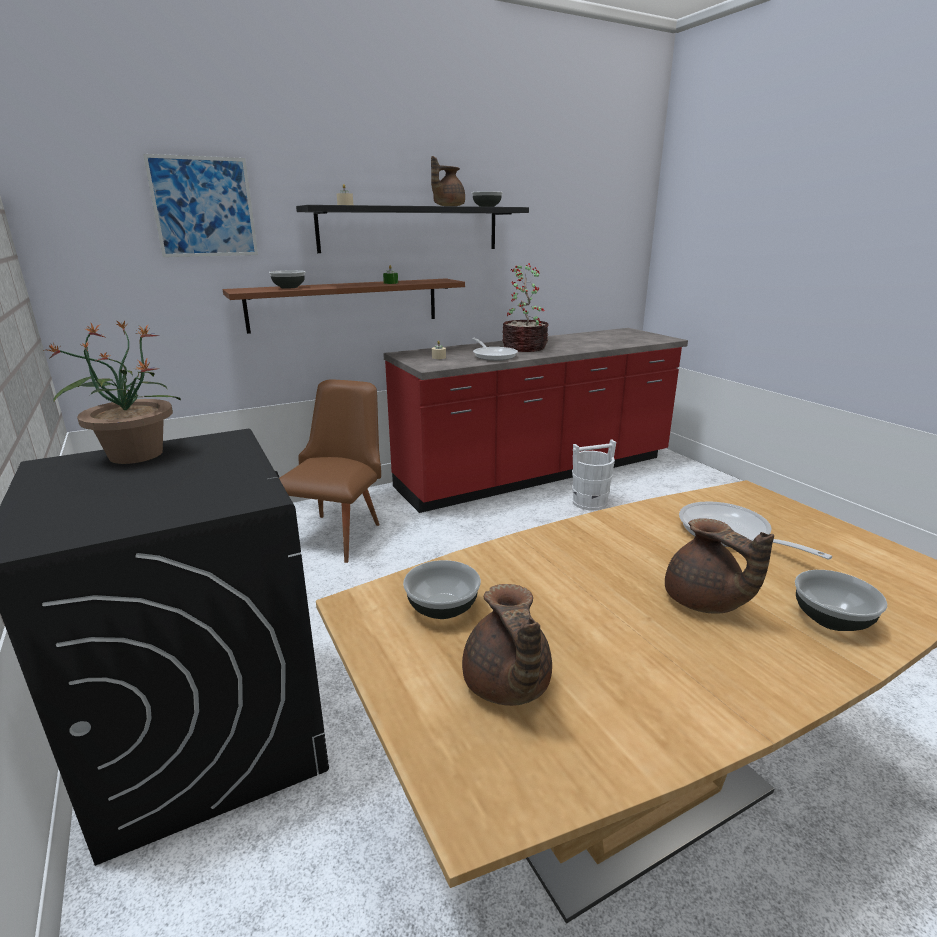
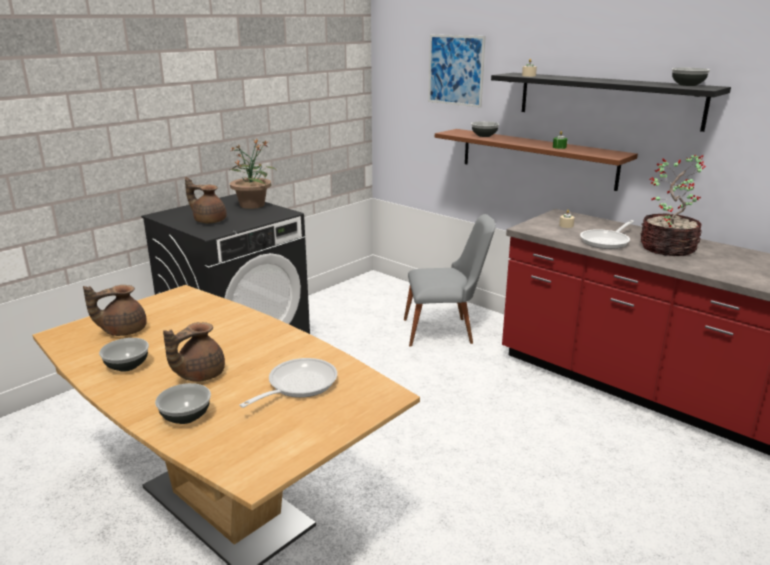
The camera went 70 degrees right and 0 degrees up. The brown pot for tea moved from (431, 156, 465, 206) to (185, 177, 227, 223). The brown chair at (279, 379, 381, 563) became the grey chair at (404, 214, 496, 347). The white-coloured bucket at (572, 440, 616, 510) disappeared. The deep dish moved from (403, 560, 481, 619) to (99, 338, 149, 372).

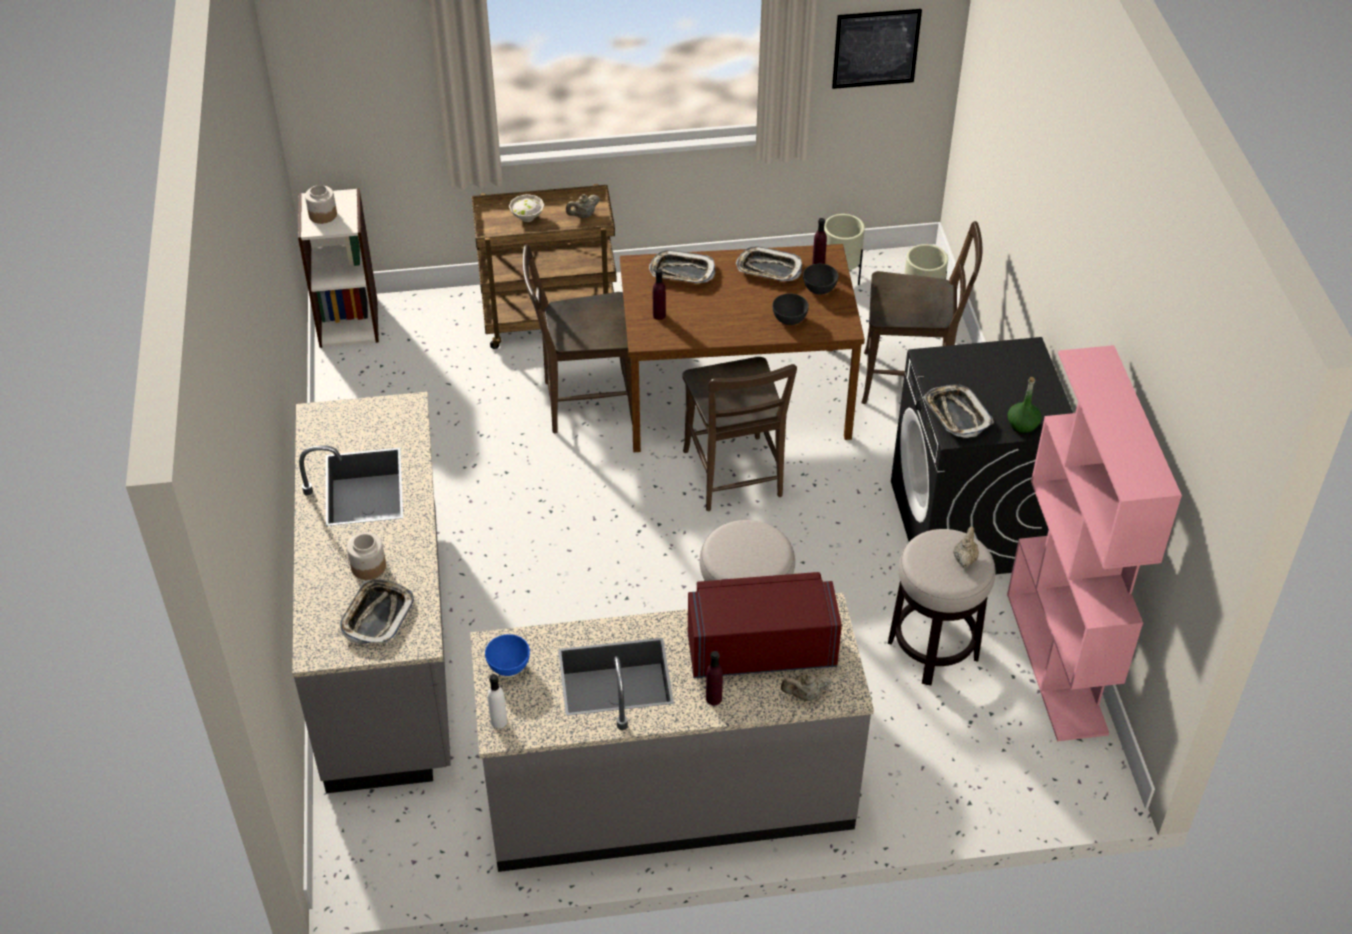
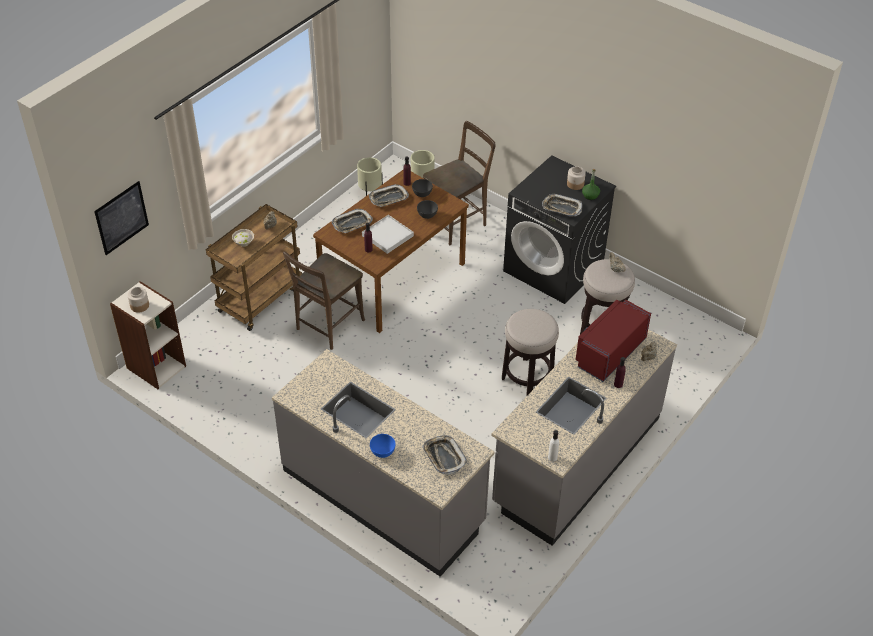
The camera went 45 degrees left and 0 degrees up. The wall art moved from (832, 9, 922, 89) to (94, 181, 149, 255). The pinkish bookcase at (1007, 345, 1182, 741) disappeared. The brown chair at (682, 357, 797, 511) disappeared. The preserve jar moved from (347, 533, 386, 580) to (567, 166, 586, 190). The blue deep dish moved from (485, 634, 530, 676) to (370, 434, 395, 458). The white-coloured serving tray at (362, 215, 414, 254) appeared.

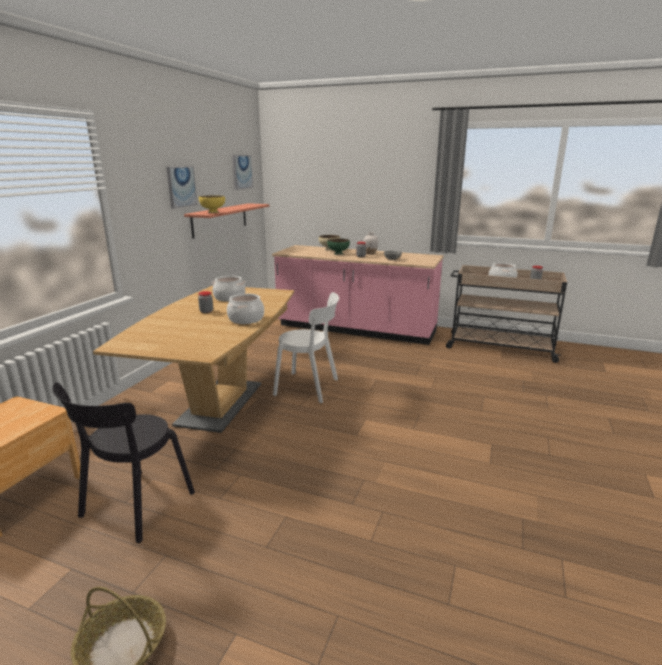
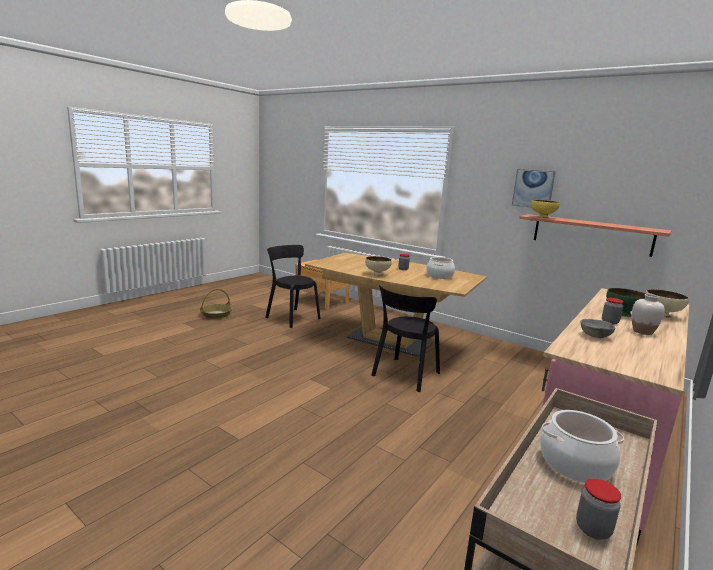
The camera went 105 degrees right and 5 degrees down. The wall art at (233, 155, 253, 190) disappeared. The white-coloured chair at (273, 292, 339, 403) became the black chair at (371, 285, 440, 392). The cooking pot at (227, 294, 264, 324) was replaced by the beige deep dish at (365, 256, 392, 276).

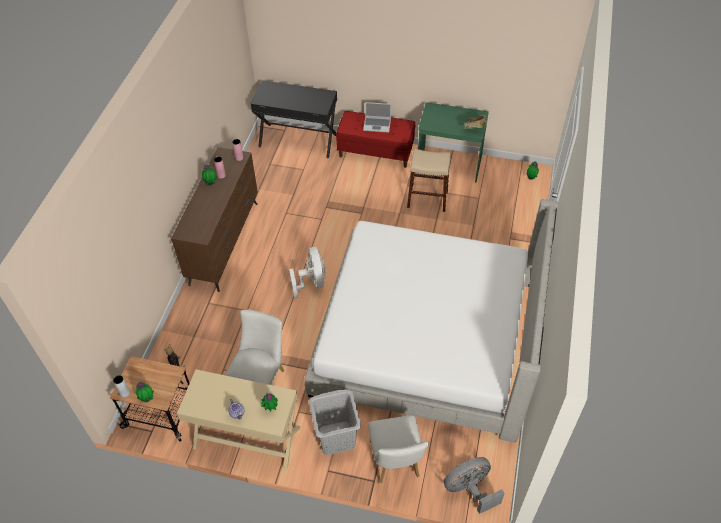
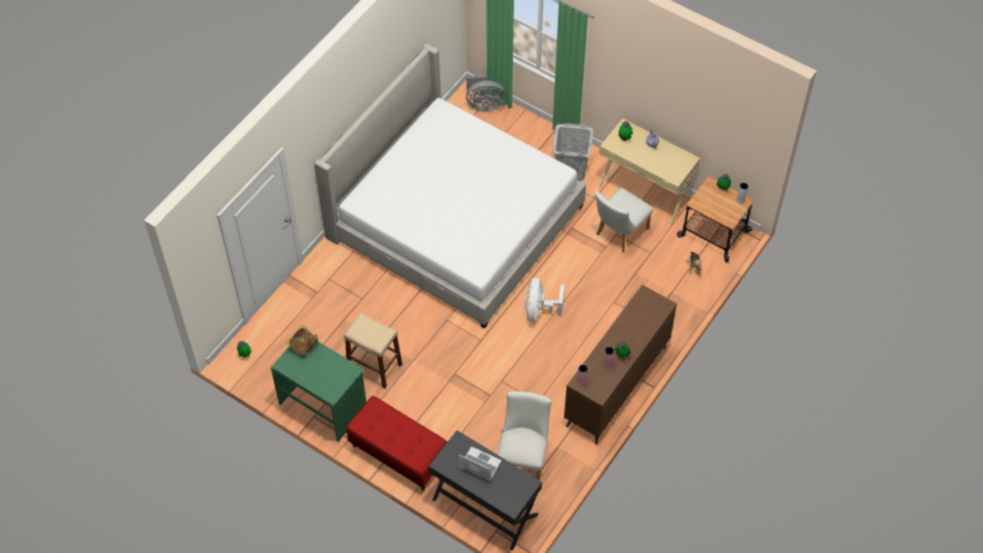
The camera went 160 degrees left and 5 degrees up. The notebook computer moved from (363, 102, 391, 132) to (459, 446, 502, 481). The white-coloured chair moved from (368, 415, 429, 483) to (497, 391, 552, 480).

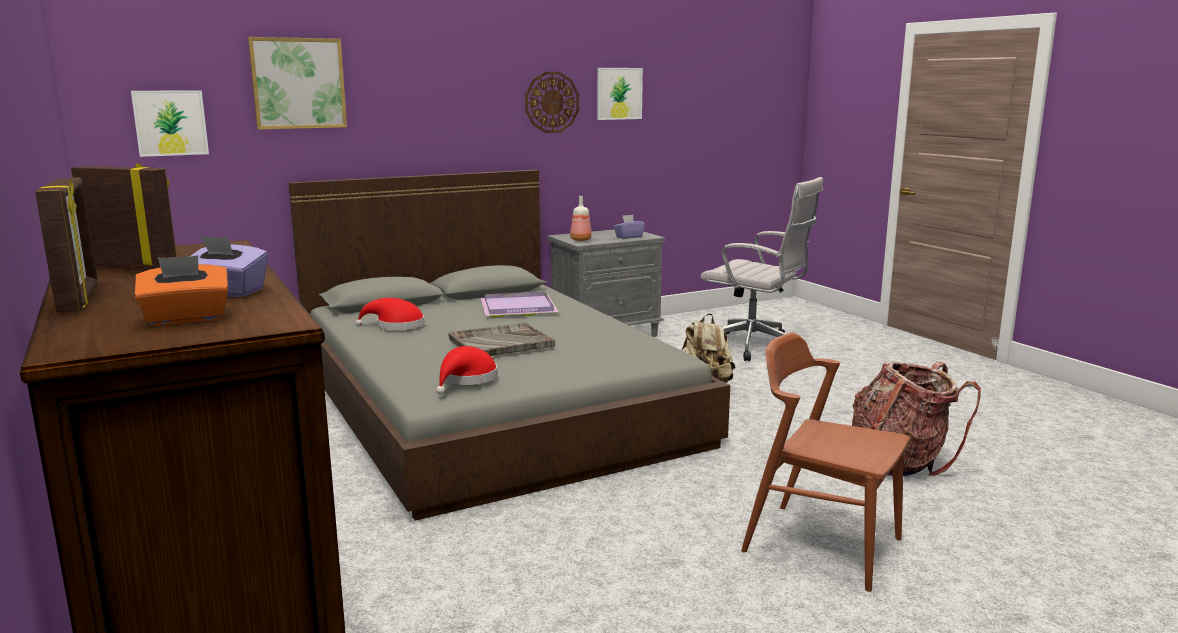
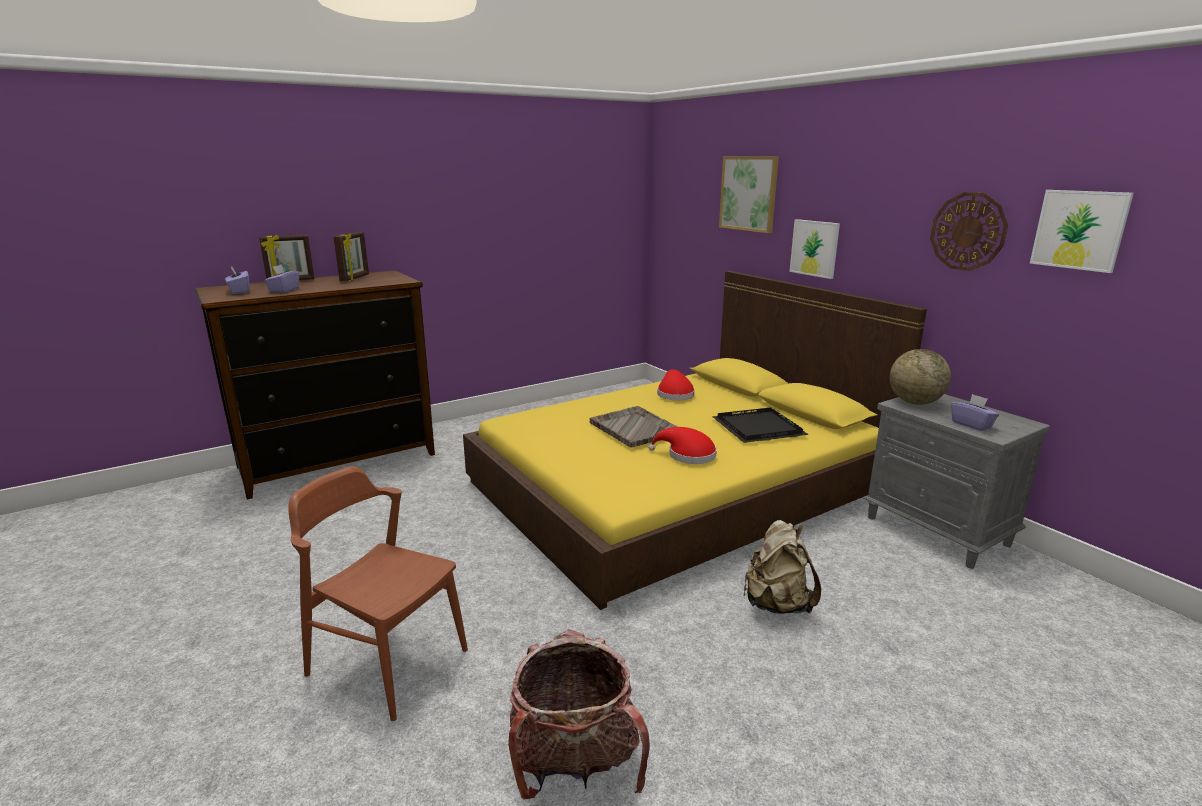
The camera went 85 degrees right and 5 degrees up. The wall art moved from (131, 90, 209, 157) to (789, 219, 840, 279). The grey bedroom bed at (288, 170, 730, 521) became the yellow bedroom bed at (463, 271, 927, 610). The white-coloured computer chair at (701, 177, 823, 361) disappeared. The bottle at (570, 196, 592, 241) was replaced by the world globe at (890, 349, 951, 405). The orange-coloured box of tissues at (135, 255, 228, 326) became the purple-coloured box of tissues at (225, 267, 250, 294). The purple-coloured serving tray at (480, 291, 559, 318) became the black serving tray at (712, 407, 809, 443). The brown chair at (741, 332, 909, 592) turned 90 degrees counterclockwise. The reddish wearable hat moved from (436, 346, 498, 395) to (648, 427, 717, 464).

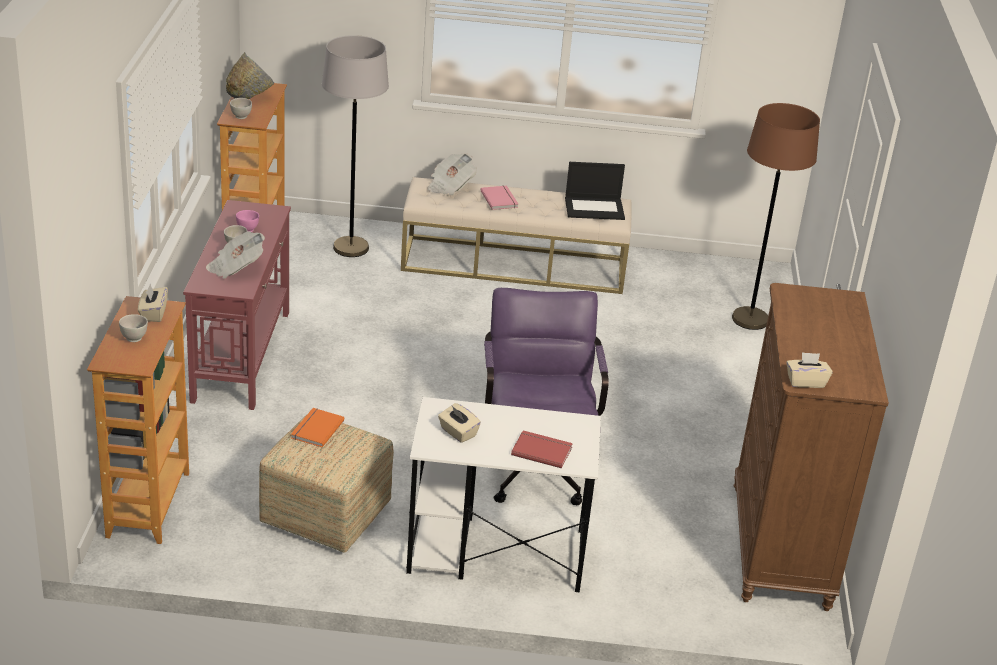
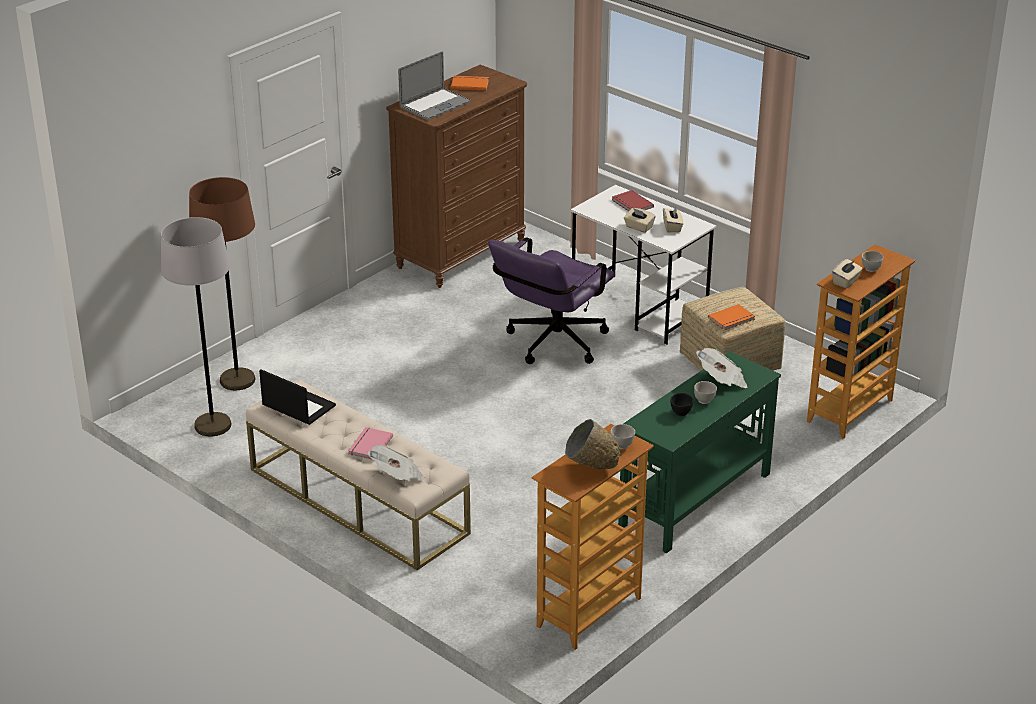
The camera went 140 degrees left and 0 degrees up. The grey standard lamp moved from (322, 35, 389, 257) to (161, 217, 231, 436). The reddish console table at (183, 200, 291, 410) became the greenish console table at (618, 351, 781, 553). The pinkish deep dish at (236, 210, 259, 232) became the black deep dish at (670, 393, 693, 416). The beige box of tissues moved from (786, 352, 833, 388) to (624, 208, 656, 233). The notebook computer at (398, 51, 471, 120) appeared. The orange-coloured volume at (451, 76, 489, 91) appeared.

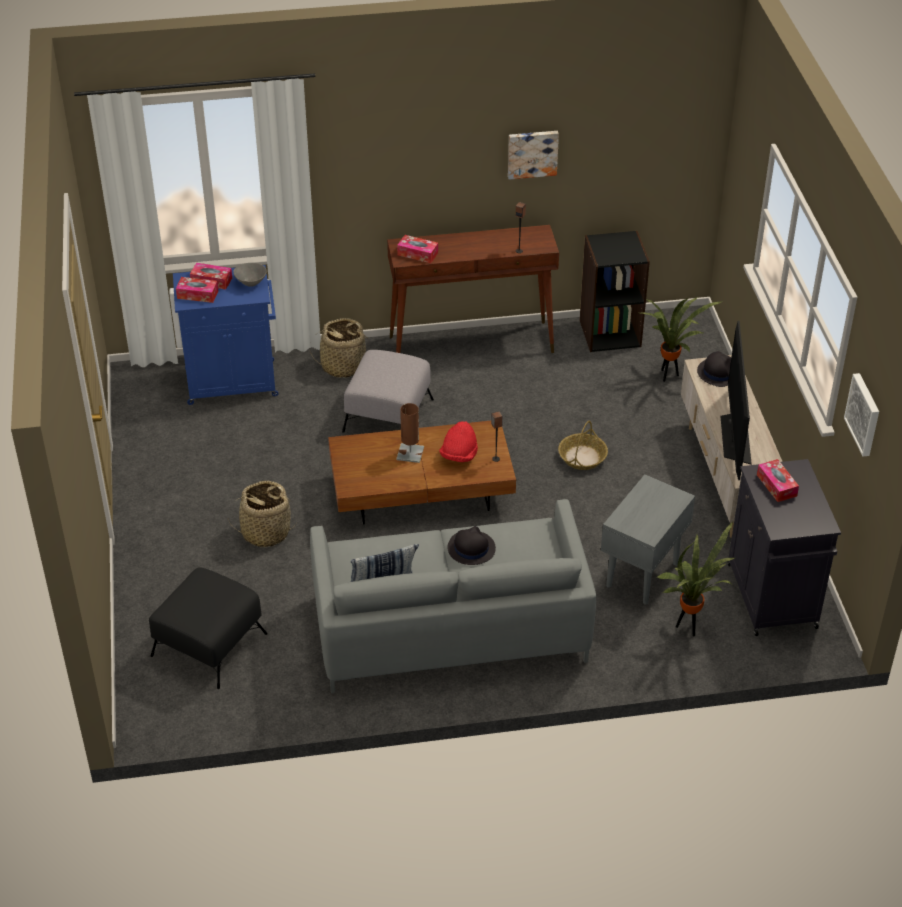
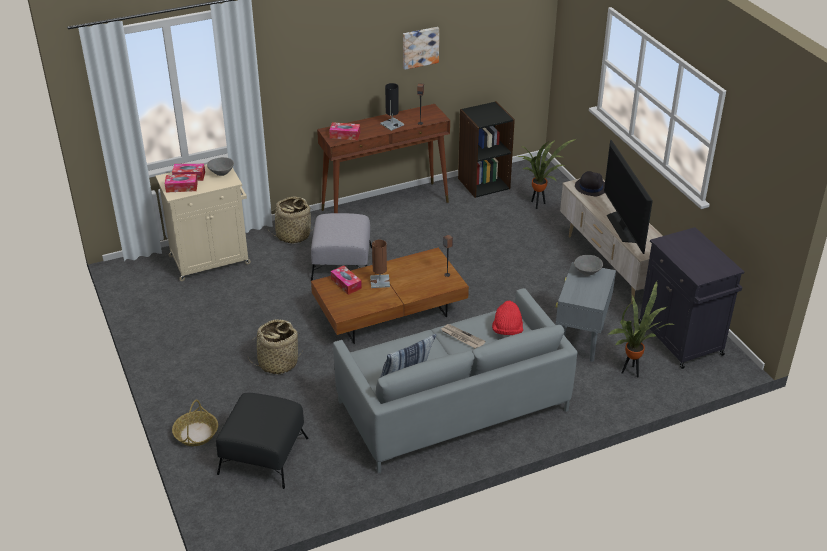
The camera went 15 degrees left and 5 degrees down. The blue cupboard at (173, 265, 278, 405) became the beige cupboard at (155, 164, 251, 281). The wall art at (844, 373, 879, 456) disappeared. The reddish wearable hat moved from (439, 421, 478, 462) to (492, 301, 523, 335). The basket moved from (558, 421, 608, 470) to (172, 400, 218, 446). The box of tissues moved from (757, 459, 799, 502) to (331, 266, 362, 295). The black wearable hat at (447, 526, 496, 565) was replaced by the daily paper at (441, 324, 486, 348). The black lamp for a table at (380, 83, 404, 131) appeared. The grey deep dish at (574, 255, 603, 276) appeared.

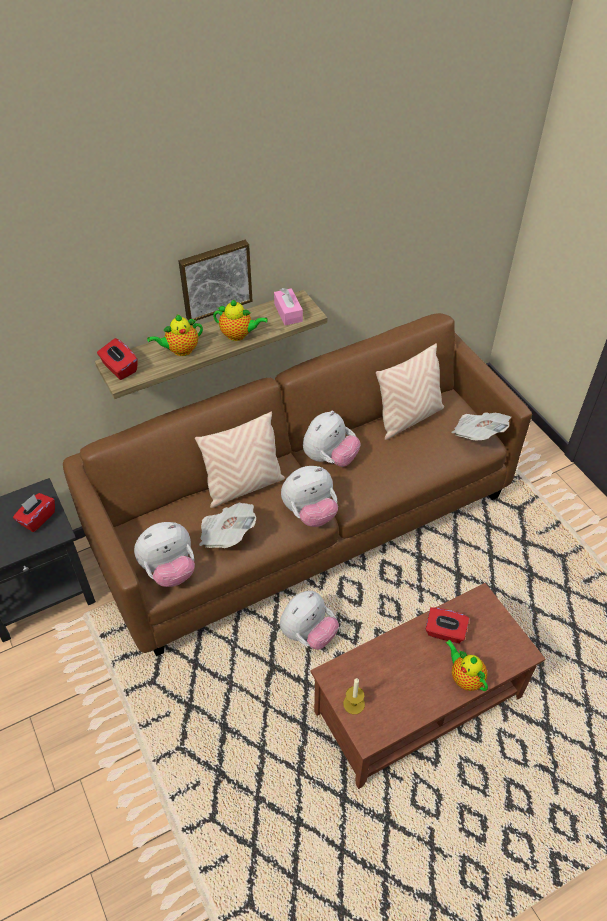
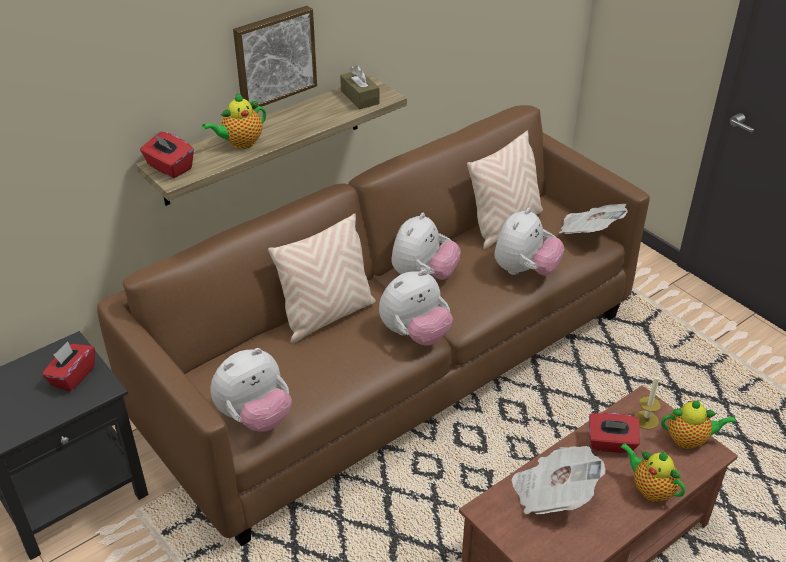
The camera went 10 degrees left and 10 degrees down. The pinkish box of tissues at (274, 288, 303, 325) became the brown box of tissues at (340, 65, 380, 109). The pot for tea moved from (213, 299, 268, 341) to (661, 400, 737, 449). The daily paper moved from (200, 502, 256, 548) to (511, 446, 605, 514). The cuddly toy moved from (280, 591, 339, 650) to (494, 208, 564, 276). The candle moved from (343, 678, 365, 714) to (634, 374, 661, 430).

